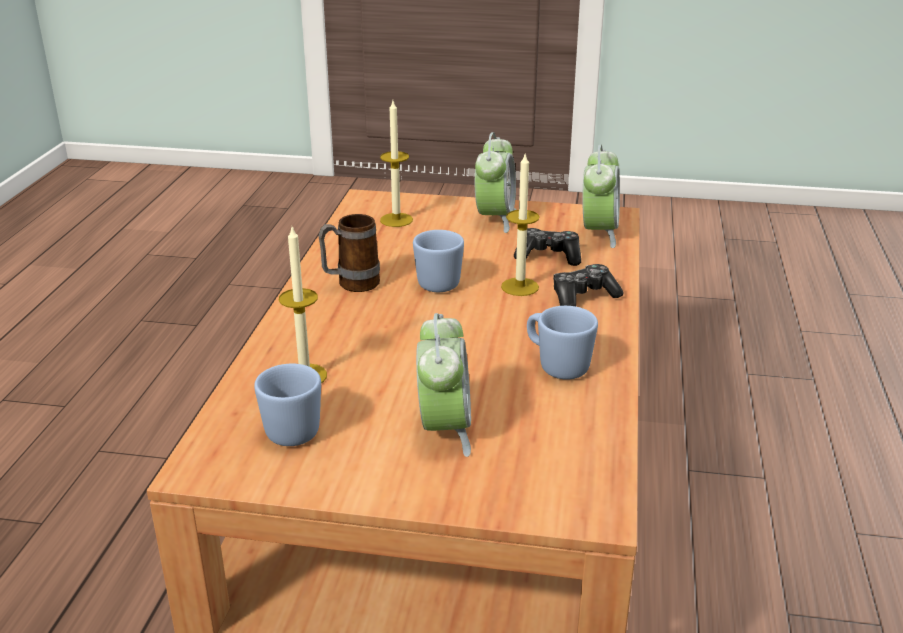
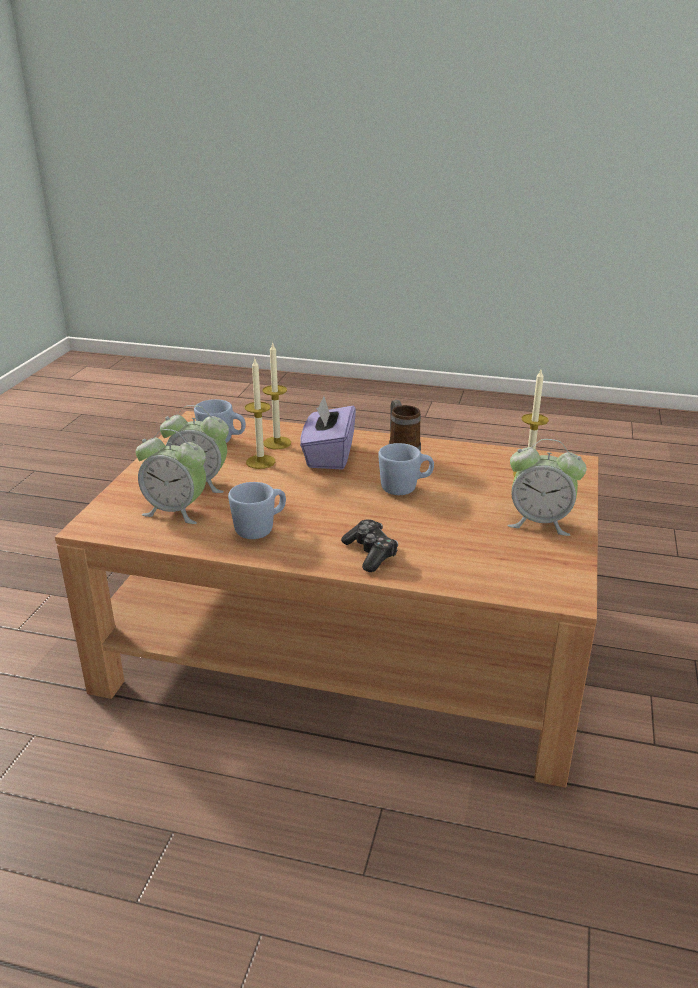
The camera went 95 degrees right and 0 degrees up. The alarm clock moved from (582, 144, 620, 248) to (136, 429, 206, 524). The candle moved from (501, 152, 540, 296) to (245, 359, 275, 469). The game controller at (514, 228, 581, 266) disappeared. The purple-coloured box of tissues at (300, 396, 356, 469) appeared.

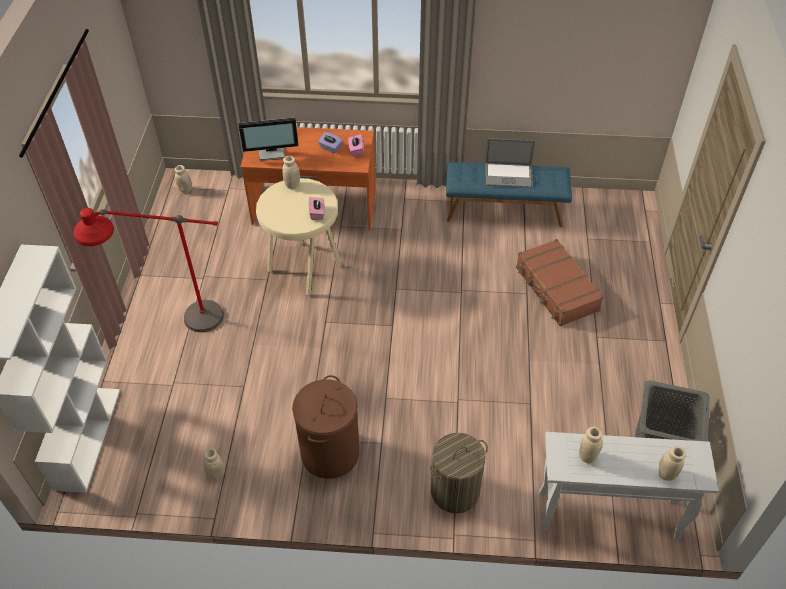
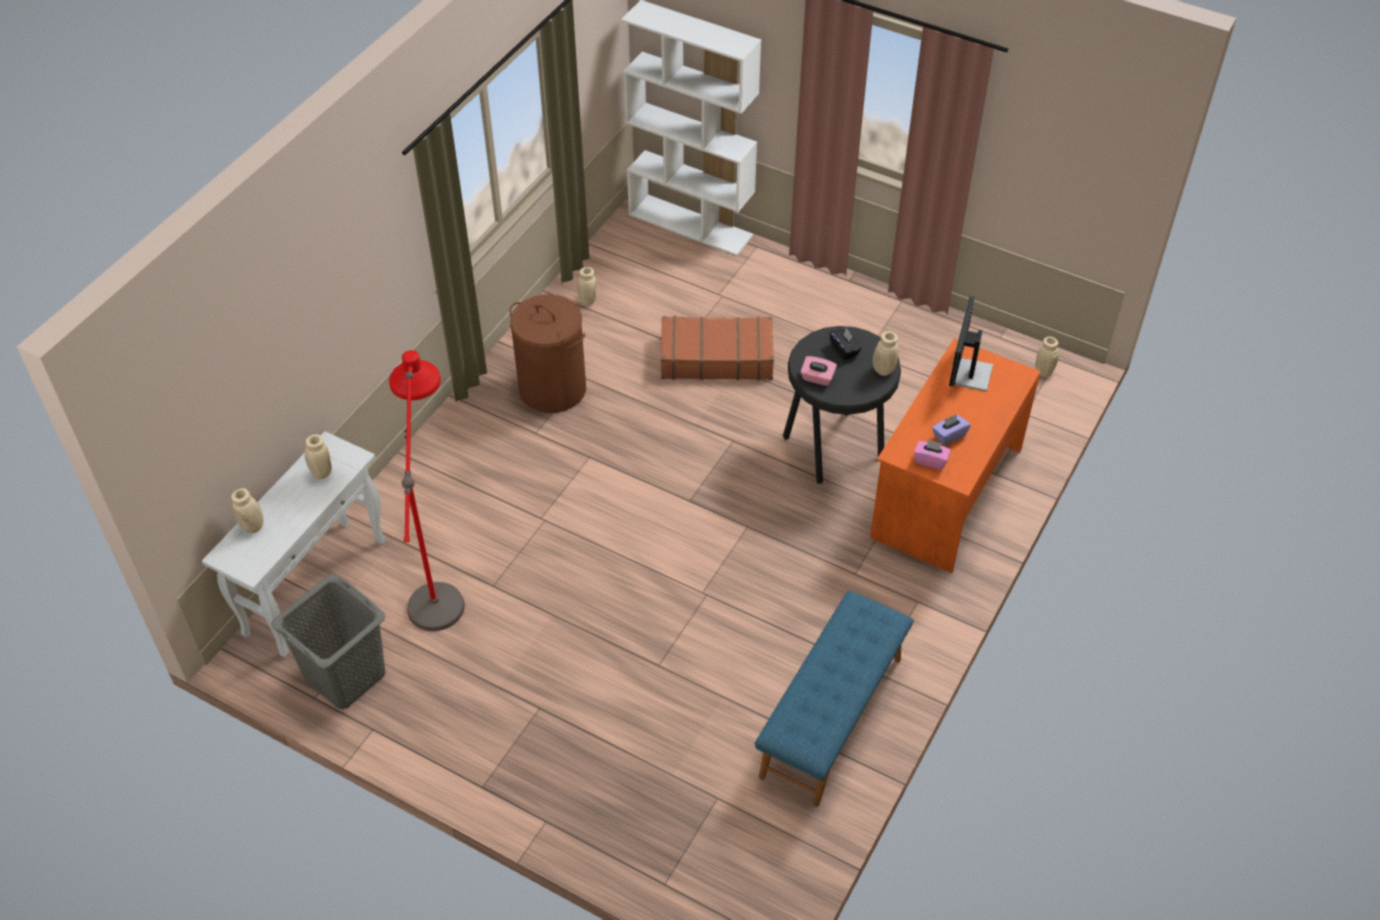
The camera went 115 degrees right and 0 degrees up. The notebook computer at (485, 138, 535, 188) disappeared. The beige stool at (256, 178, 342, 296) became the black stool at (783, 326, 901, 484). The reddish standard lamp moved from (73, 208, 224, 332) to (389, 350, 465, 631). The brown travel case moved from (516, 239, 604, 326) to (661, 316, 774, 380). The hamper at (430, 433, 488, 514) disappeared. The black box of tissues at (830, 327, 862, 360) appeared.

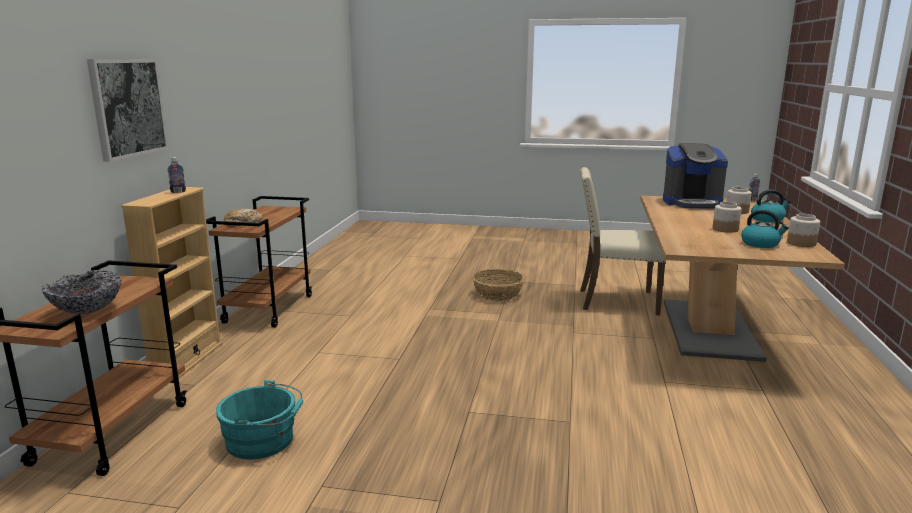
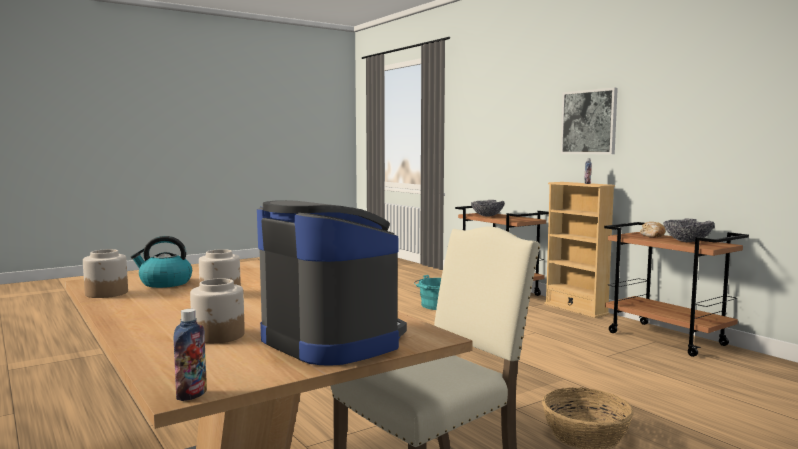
The camera went 135 degrees right and 10 degrees down. The coffee brewer at (663, 143, 728, 208) turned 90 degrees clockwise. The tea kettle at (751, 190, 791, 223) disappeared. The deep dish at (663, 219, 714, 242) appeared.

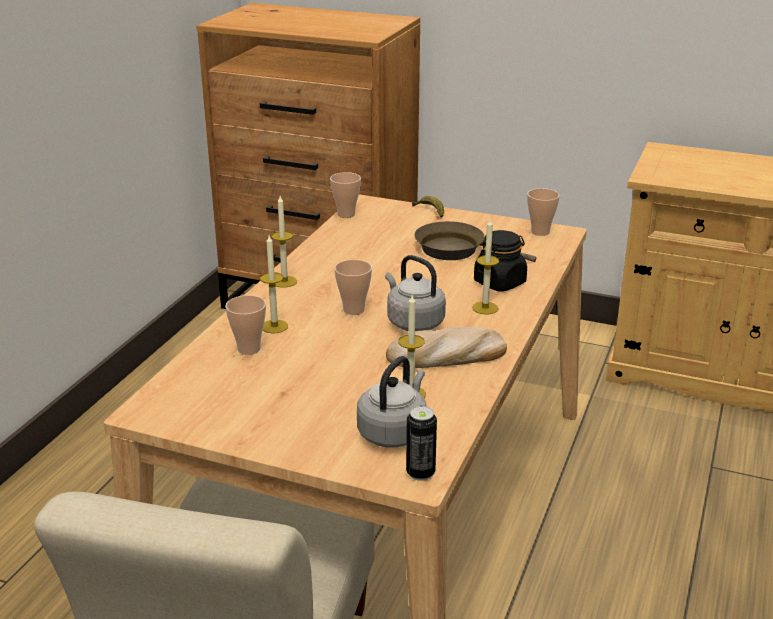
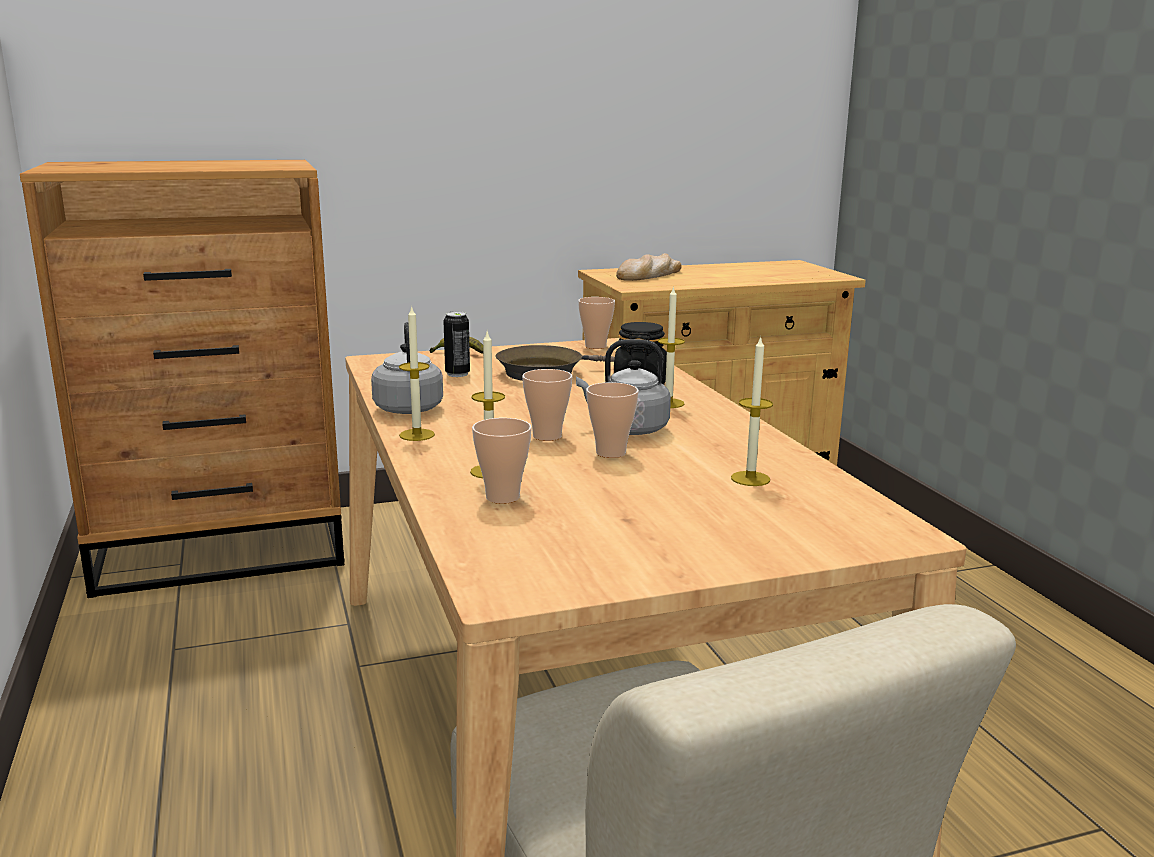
The camera went 40 degrees left and 10 degrees down. The drinking cup moved from (330, 172, 361, 218) to (586, 382, 639, 458). The baked bread moved from (386, 326, 507, 368) to (616, 253, 682, 281). The grey tea kettle moved from (357, 356, 427, 448) to (371, 322, 443, 414). The sealed can moved from (406, 406, 437, 481) to (443, 311, 470, 377).

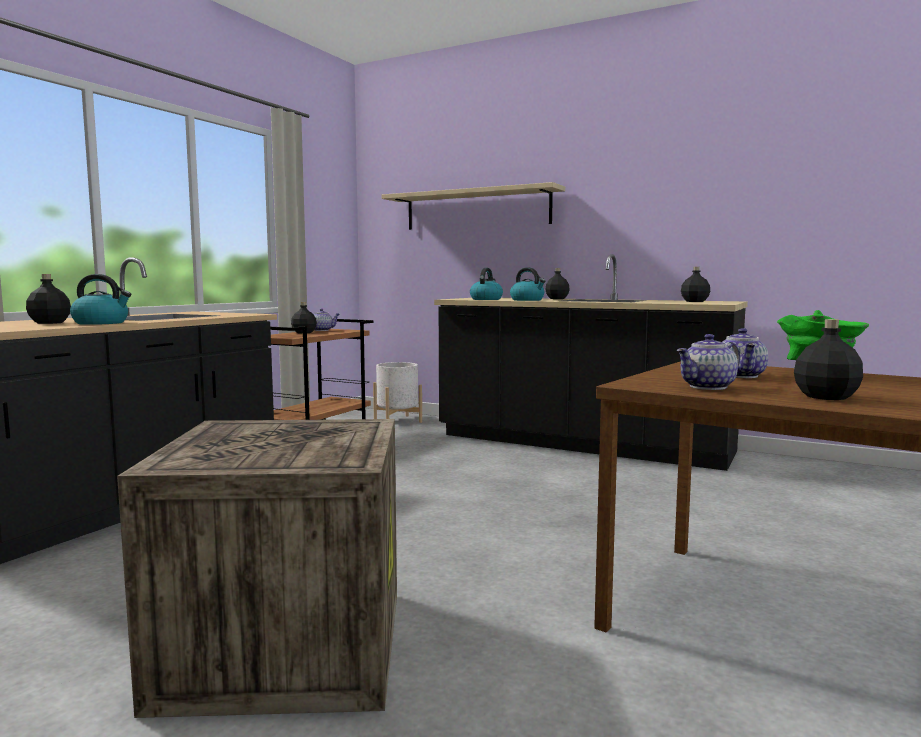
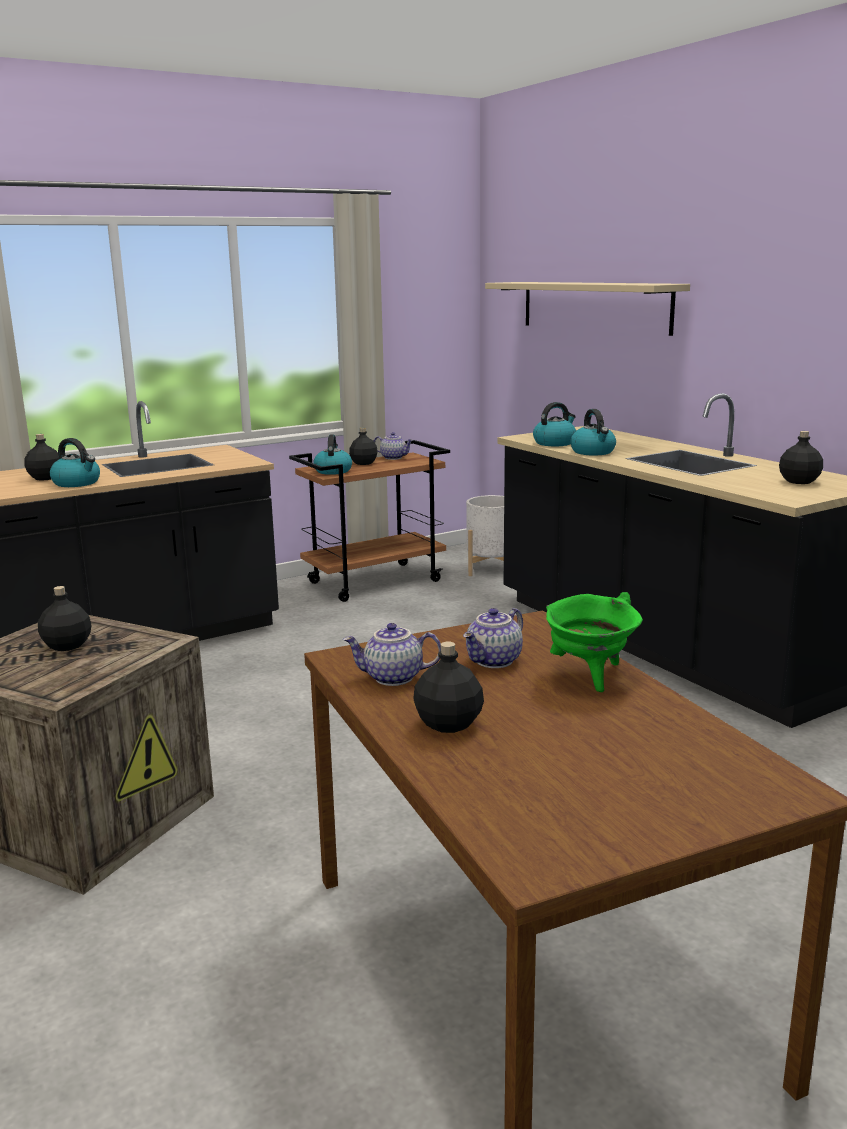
The camera went 30 degrees right and 10 degrees up. The black bottle moved from (545, 268, 570, 299) to (38, 586, 92, 651). The tea kettle at (313, 435, 352, 475) appeared.

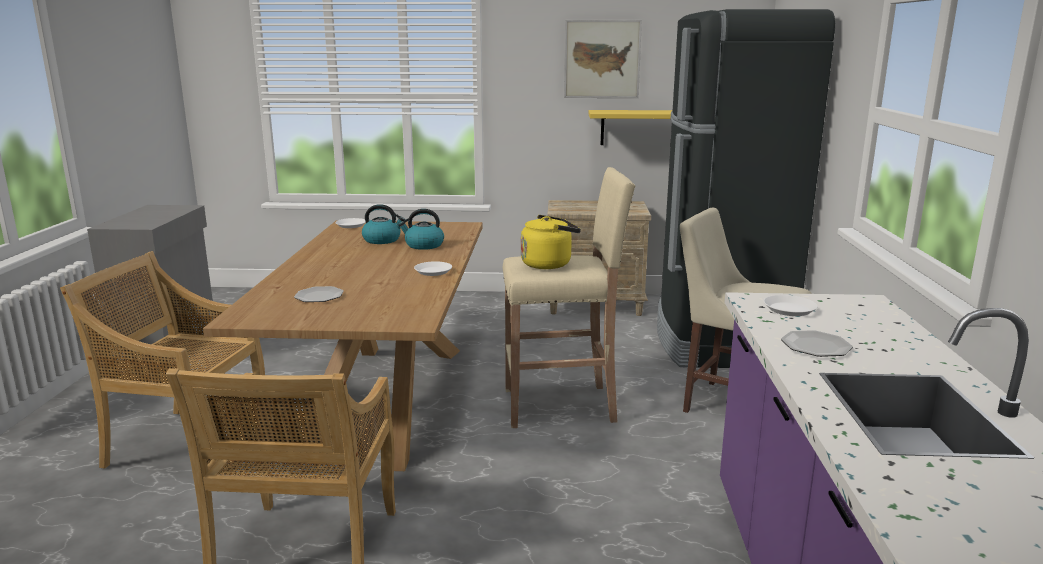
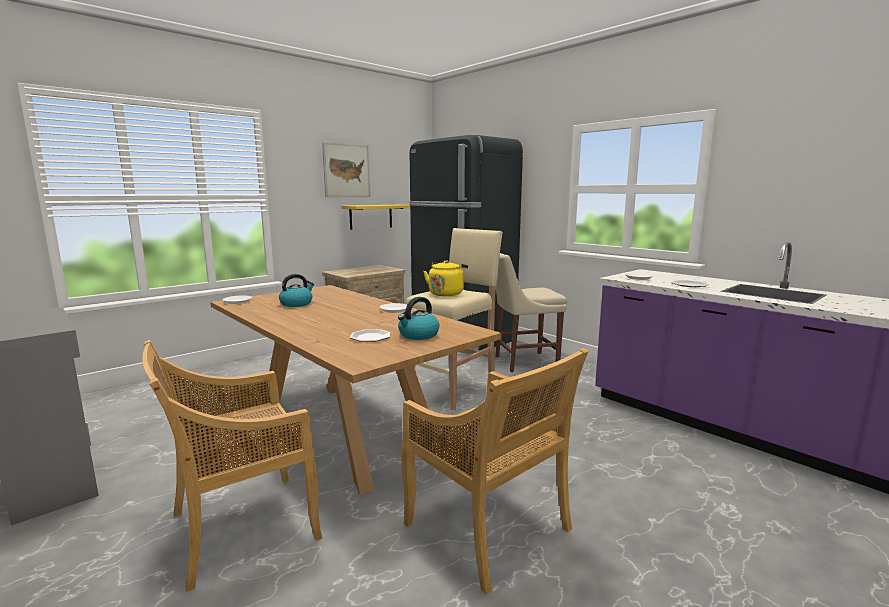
The camera went 45 degrees left and 5 degrees down. The tea kettle moved from (398, 209, 444, 250) to (398, 297, 440, 340).

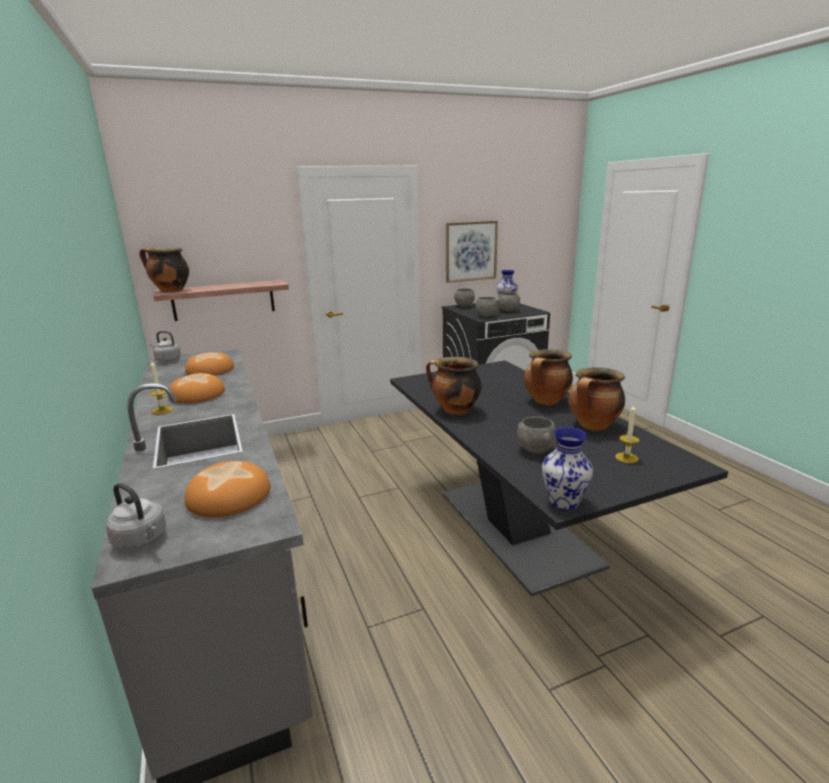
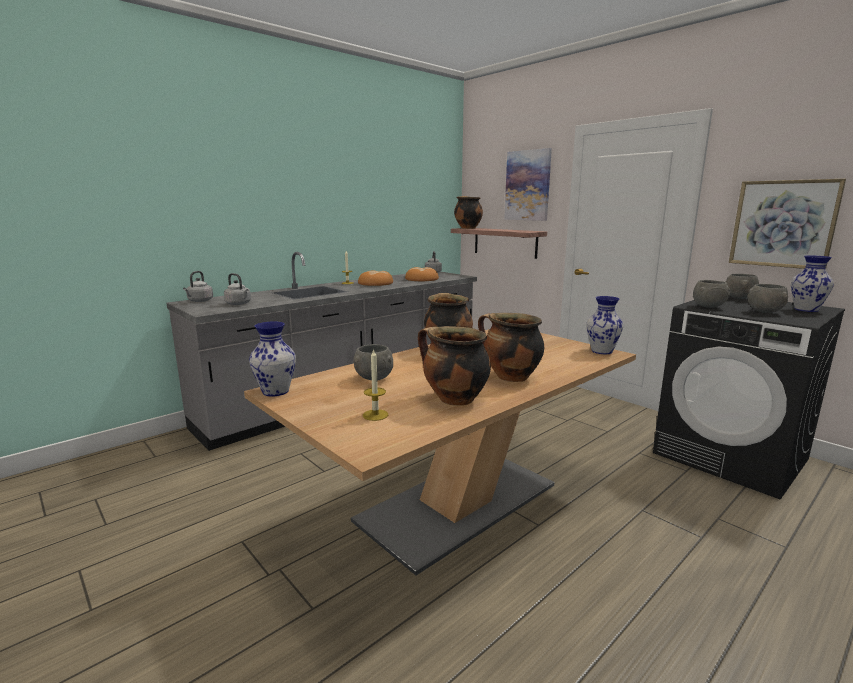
The camera went 70 degrees right and 5 degrees down. The black dinner table at (390, 361, 728, 596) became the beige dinner table at (244, 329, 636, 575). The baked bread at (185, 461, 270, 517) was replaced by the grey tea kettle at (224, 273, 251, 305). The wall art at (504, 148, 552, 221) appeared. The flower vase at (587, 296, 623, 354) appeared.

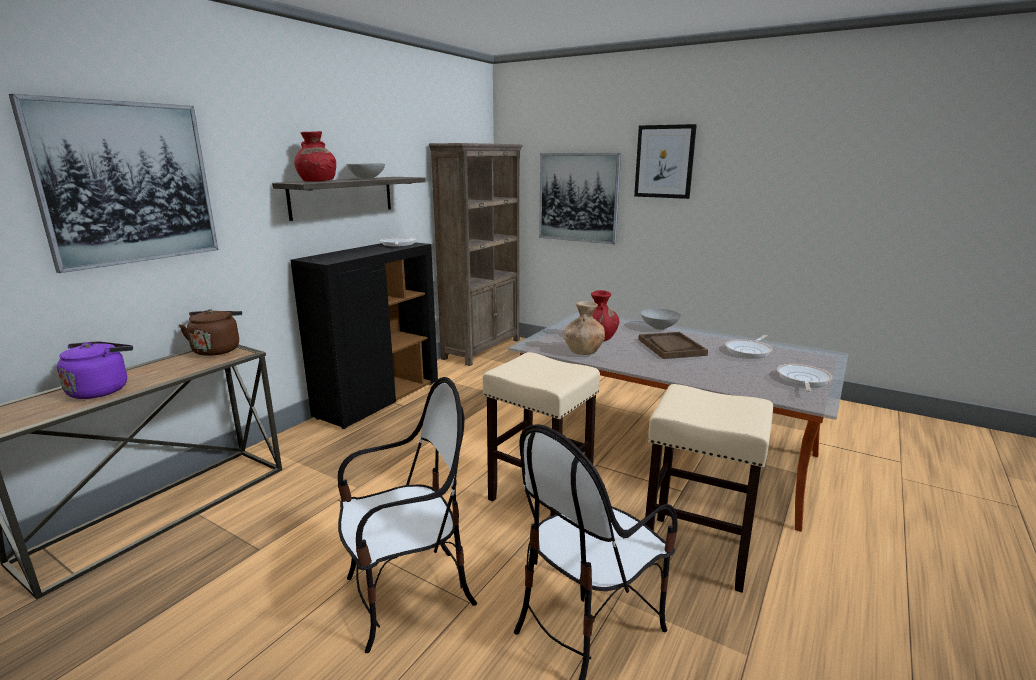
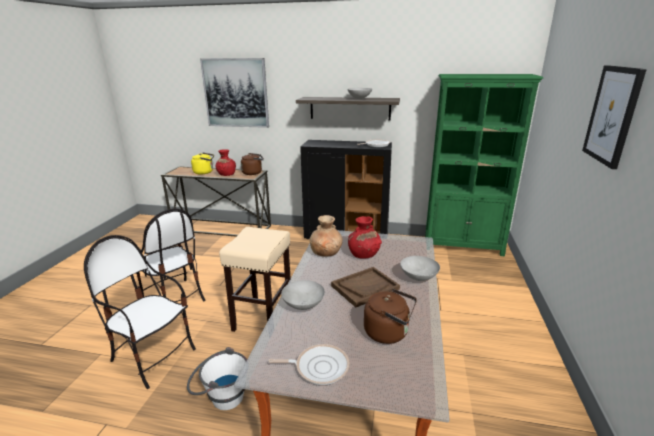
The camera went 70 degrees right and 5 degrees up. The reddish flower vase moved from (294, 131, 336, 182) to (216, 149, 236, 176). The brown bookcase at (429, 143, 523, 366) became the greenish bookcase at (425, 74, 543, 256). The wall art at (539, 153, 621, 244) disappeared. The pan at (725, 335, 773, 358) was replaced by the brown tea kettle at (364, 288, 417, 344). The purple-coloured tea kettle at (57, 341, 133, 399) became the yellow tea kettle at (191, 152, 214, 174). The beige stool at (645, 384, 773, 593) was replaced by the white-coloured bucket at (187, 347, 247, 410). The grey deep dish at (281, 280, 325, 310) appeared.

